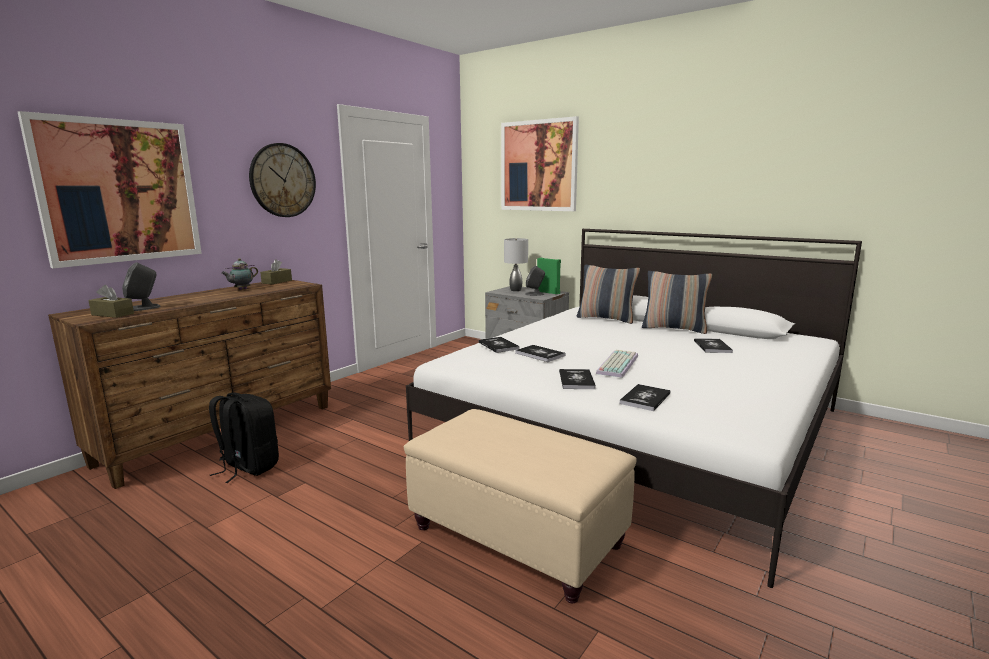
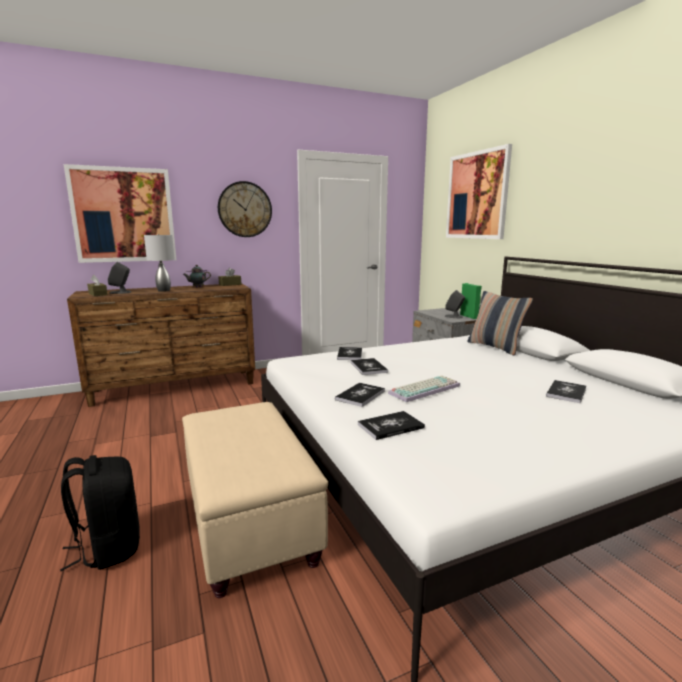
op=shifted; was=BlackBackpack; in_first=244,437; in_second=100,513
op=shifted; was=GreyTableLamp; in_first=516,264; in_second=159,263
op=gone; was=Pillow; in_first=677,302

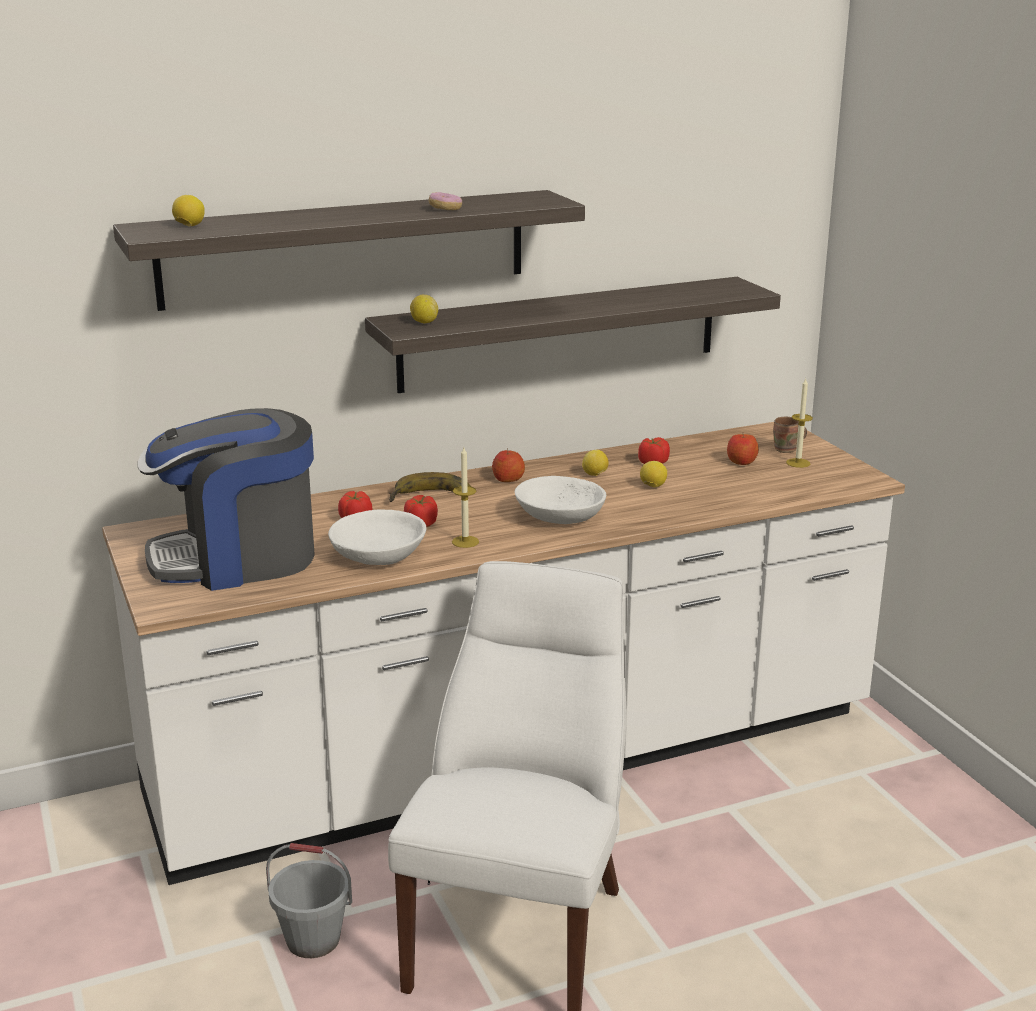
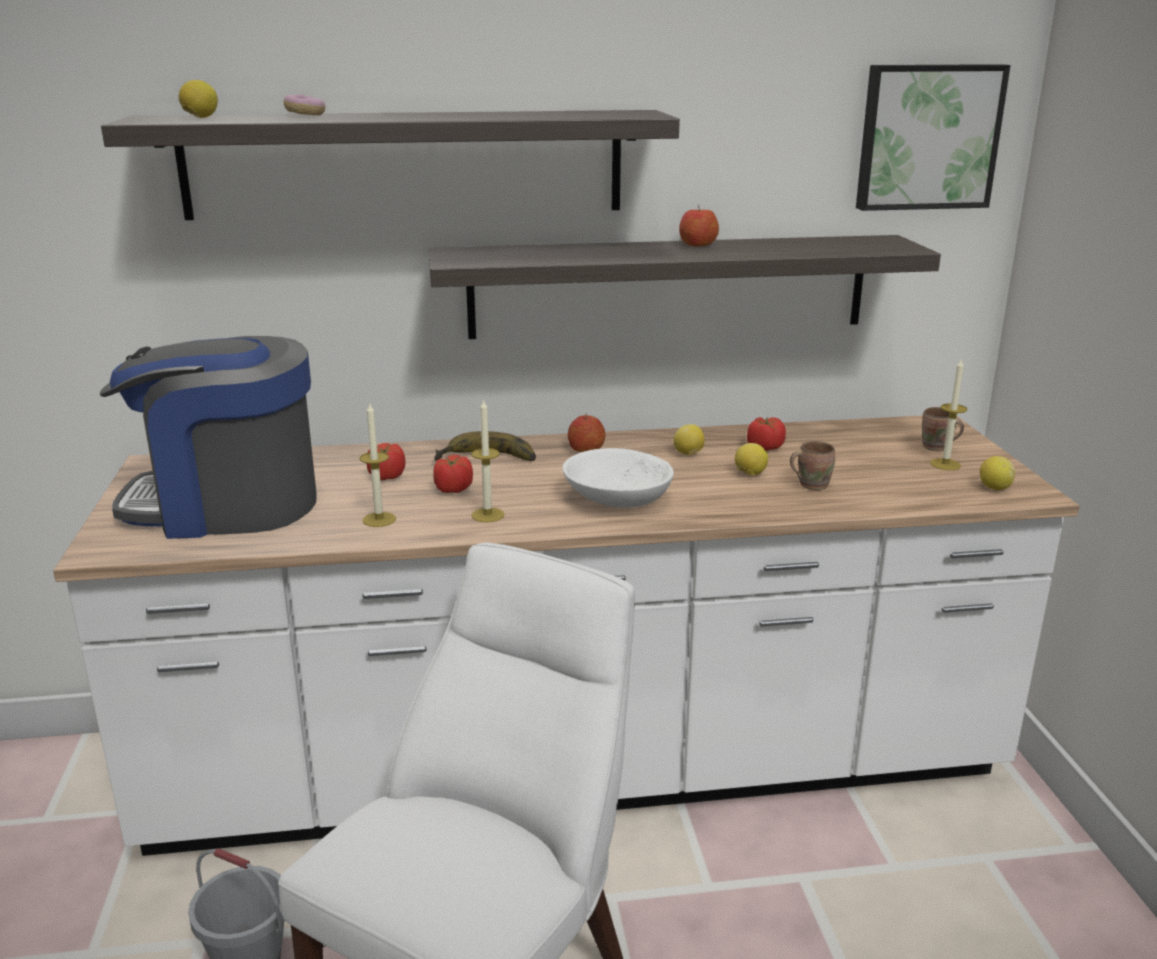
op=shifted; was=Donut; in_first=445,201; in_second=304,104
op=swapped; was=WhiteBowl; now=Candle; in_first=377,537; in_second=378,465
op=shifted; was=Apple; in_first=743,449; in_second=699,225
op=new; now=BrownMug; in_second=812,465
op=new; now=Picture; in_second=933,137
op=shifted; was=Lemon; in_first=424,309; in_second=997,473

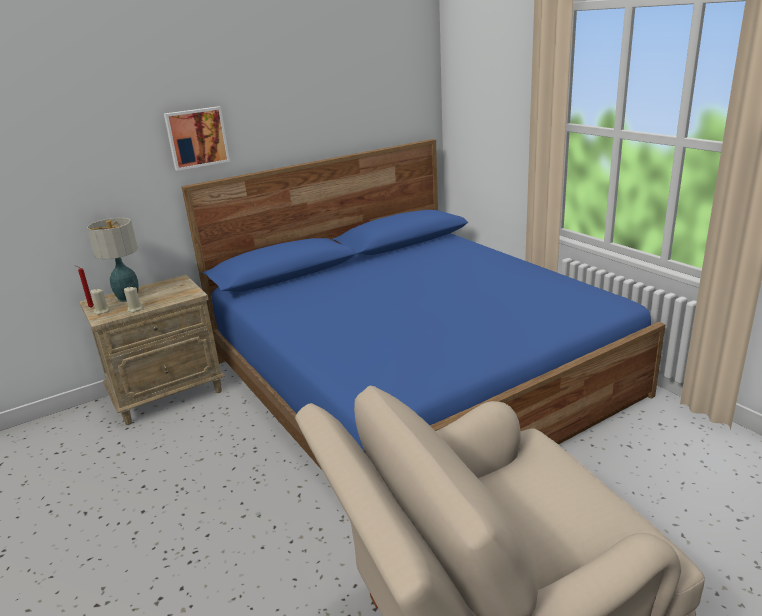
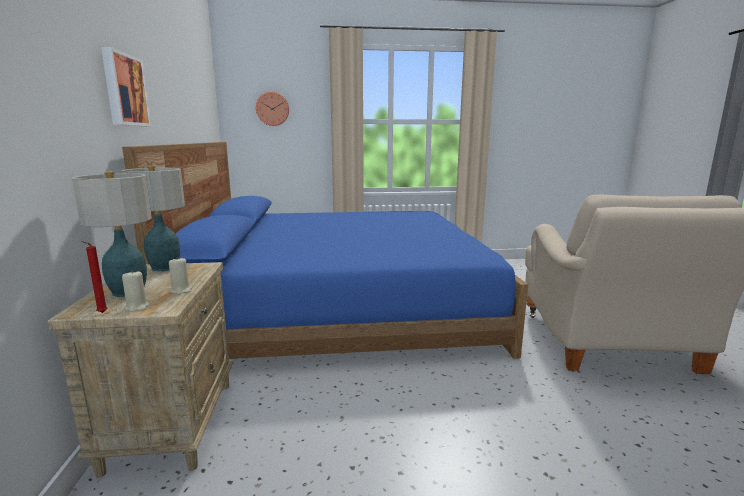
op=new; now=TableLamp; in_second=153,218
op=new; now=WallClock; in_second=272,109

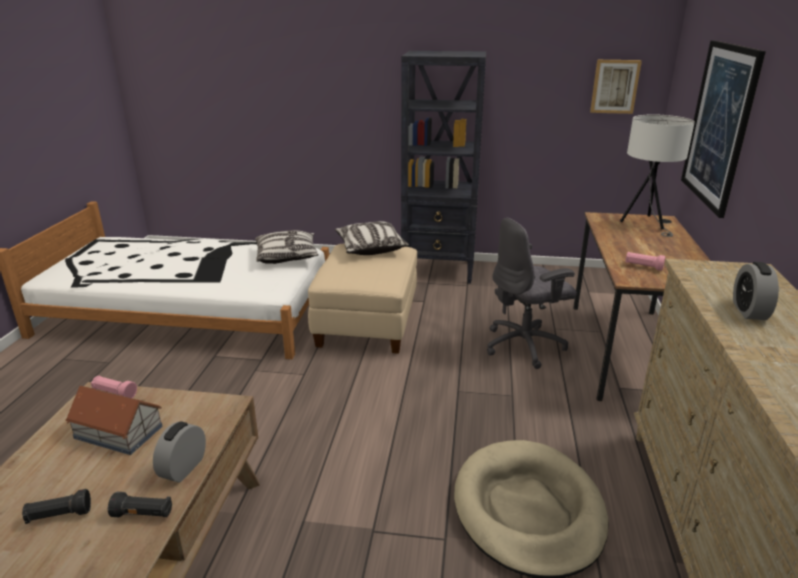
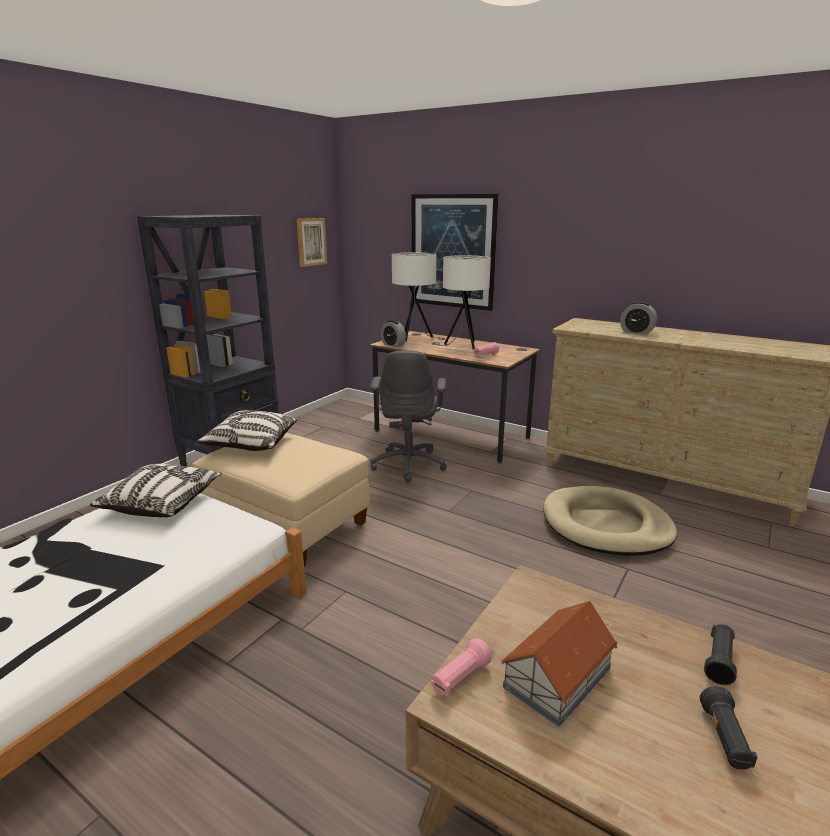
op=shifted; was=AlarmClock; in_first=179,452; in_second=393,333
op=new; now=WhiteTableLamp; in_second=461,302

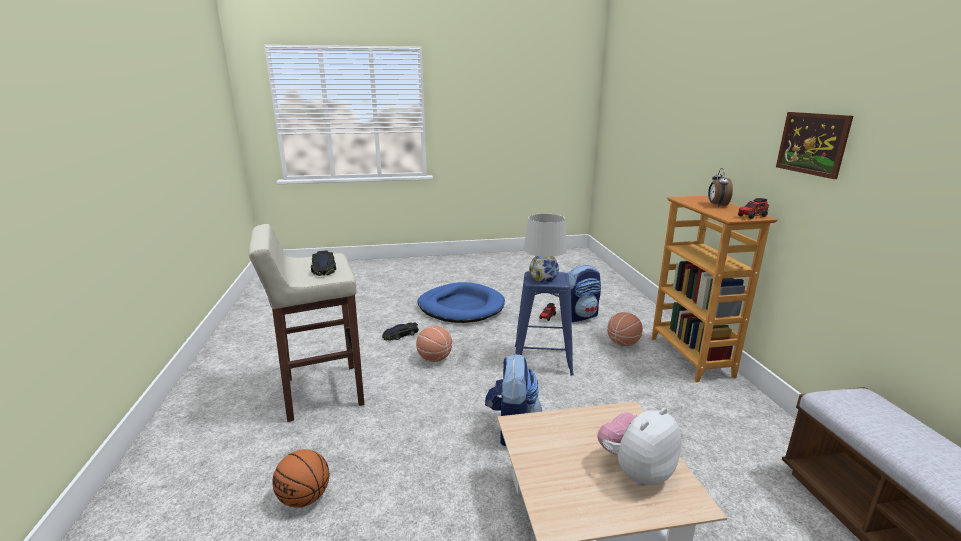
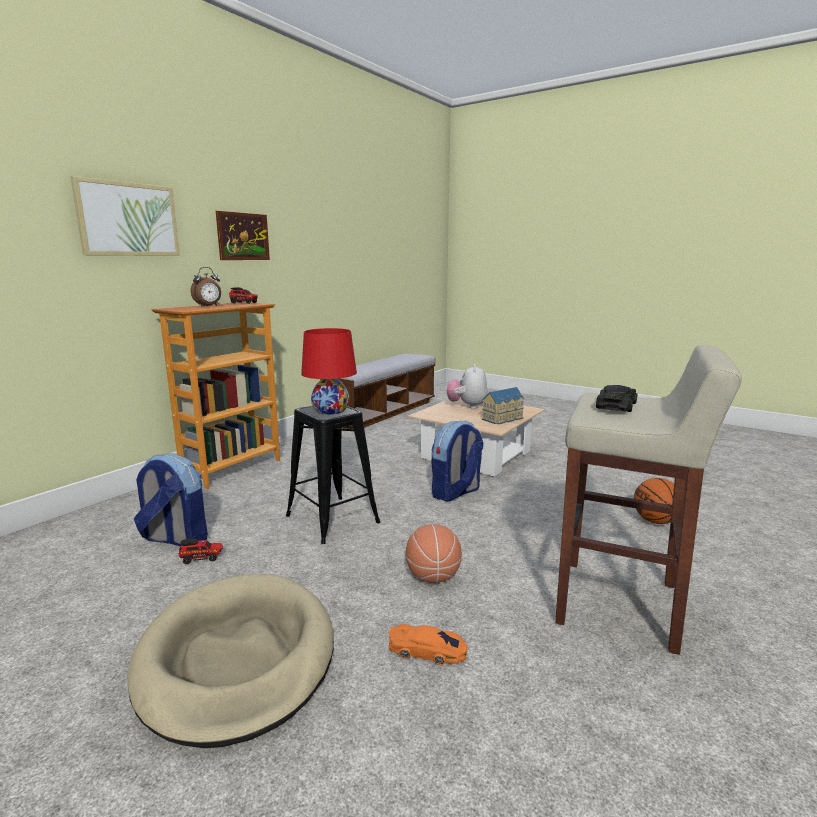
op=new; now=Picture; in_second=125,216
op=repainted; was=BlueDogBed; now=BeigeDogBed; in_first=461,302; in_second=230,661
op=repainted; was=BlueStool; now=BlackStool; in_first=544,323; in_second=333,475
op=repainted; was=WhiteTableLamp; now=RedTableLamp; in_first=545,248; in_second=329,371
op=repainted; was=BlackToyCar; now=OrangeToyCar; in_first=400,331; in_second=428,644
op=rotated; was=PlushToy; in_first=639,447; in_second=467,386; clockwise=90
op=new; now=ToyHouse; in_second=503,406
op=gone; was=Basketball; in_first=625,329

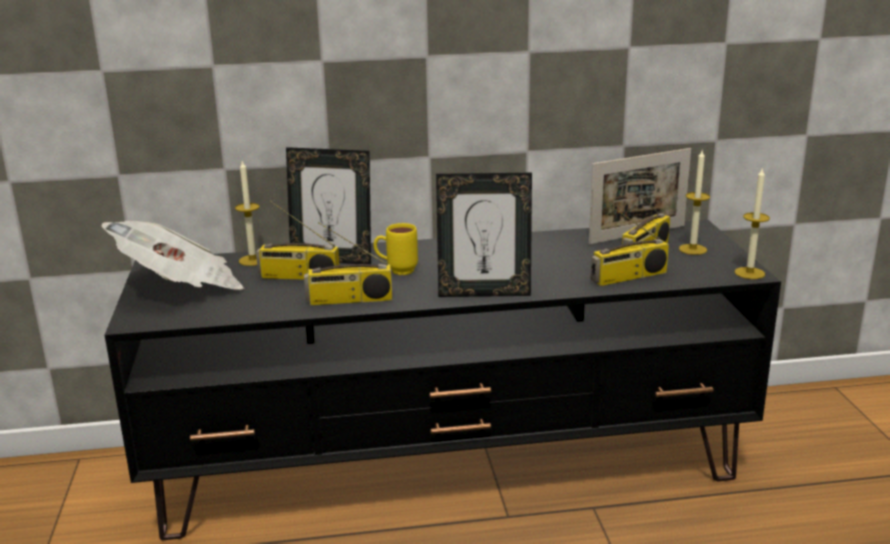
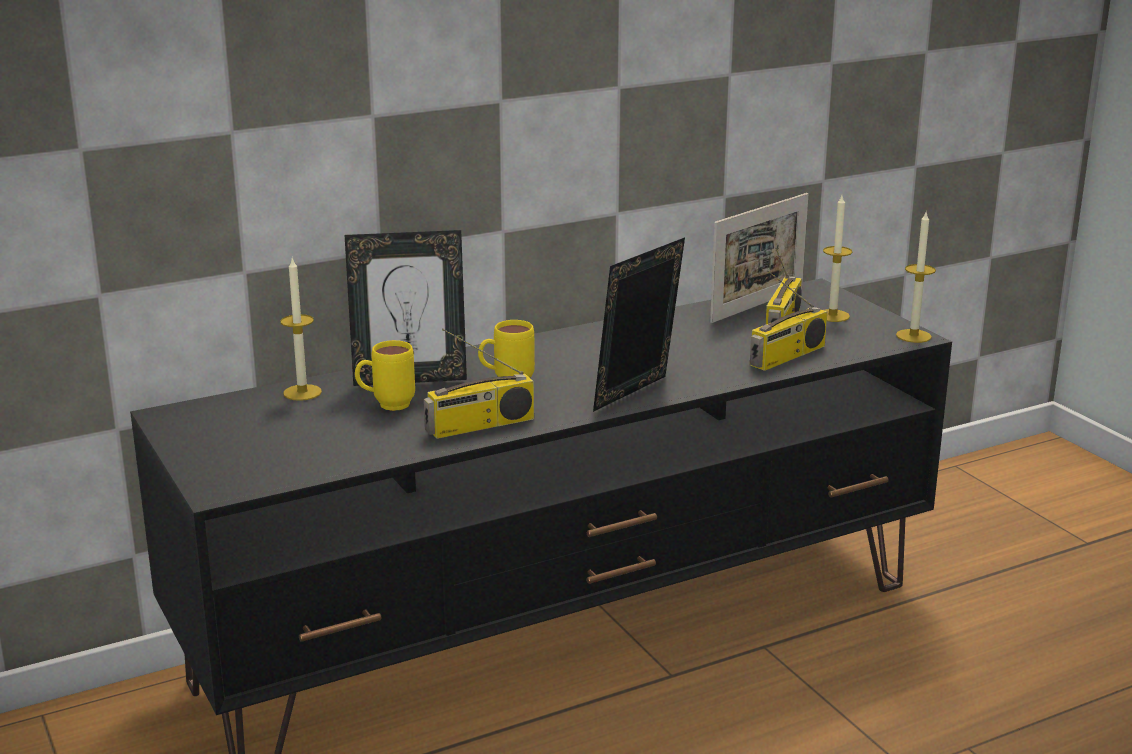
op=swapped; was=Radio; now=YellowMug; in_first=297,240; in_second=385,375
op=rotated; was=PictureFrame; in_first=484,235; in_second=639,324; clockwise=150
op=gone; was=Newspaper; in_first=173,255

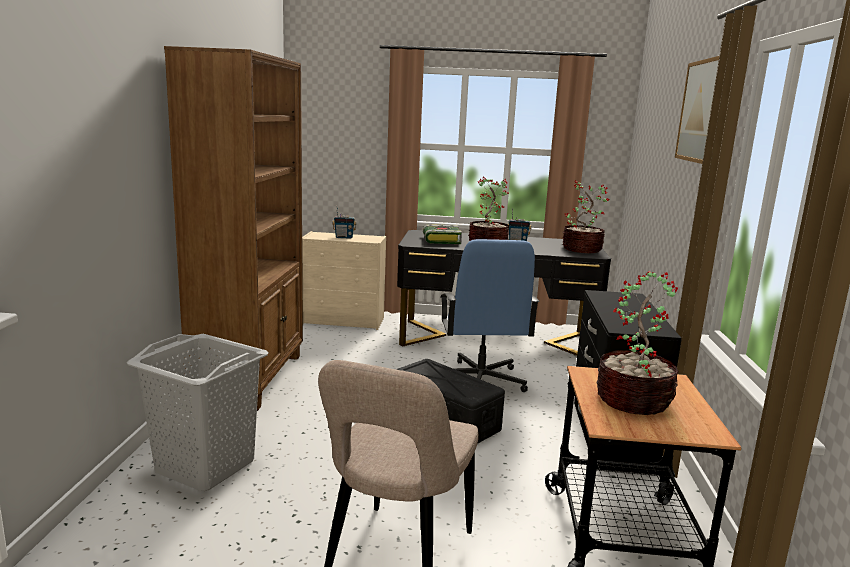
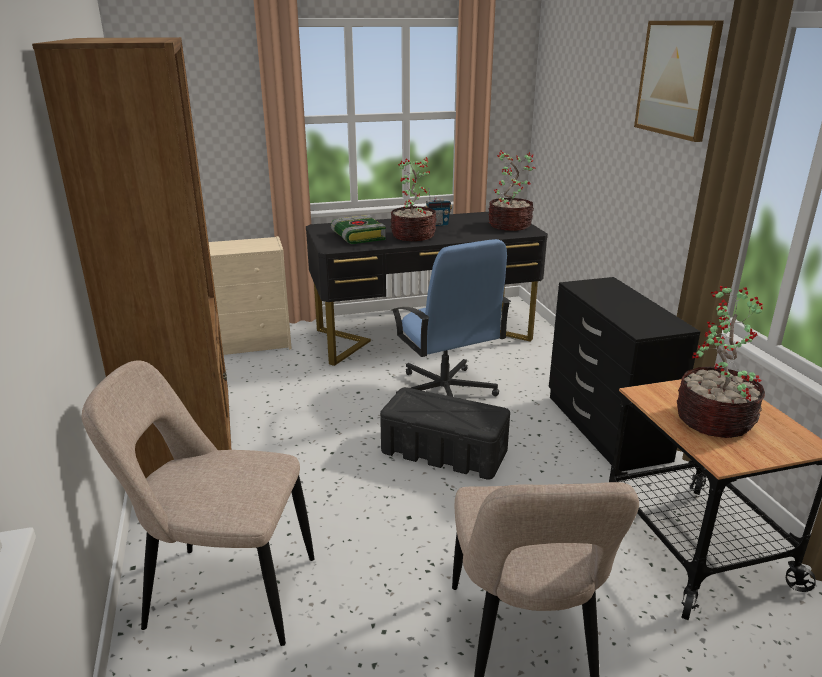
op=swapped; was=GreyLaundryBasket; now=BeigeChair; in_first=197,412; in_second=198,503
op=gone; was=Radio; in_first=344,221

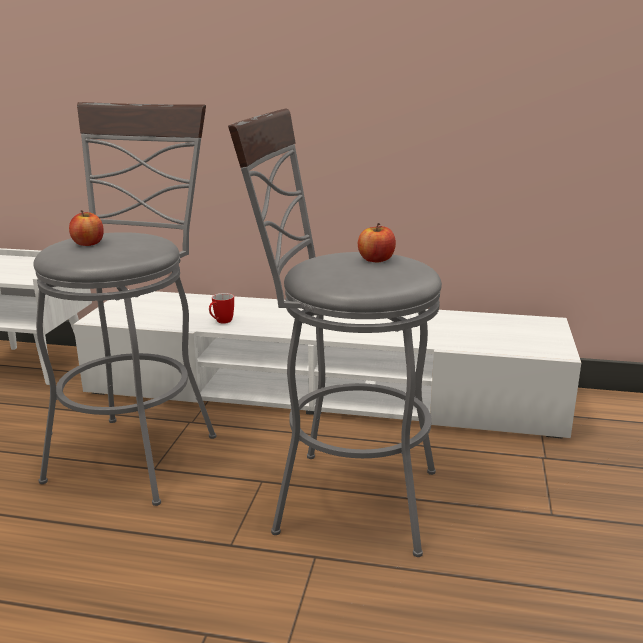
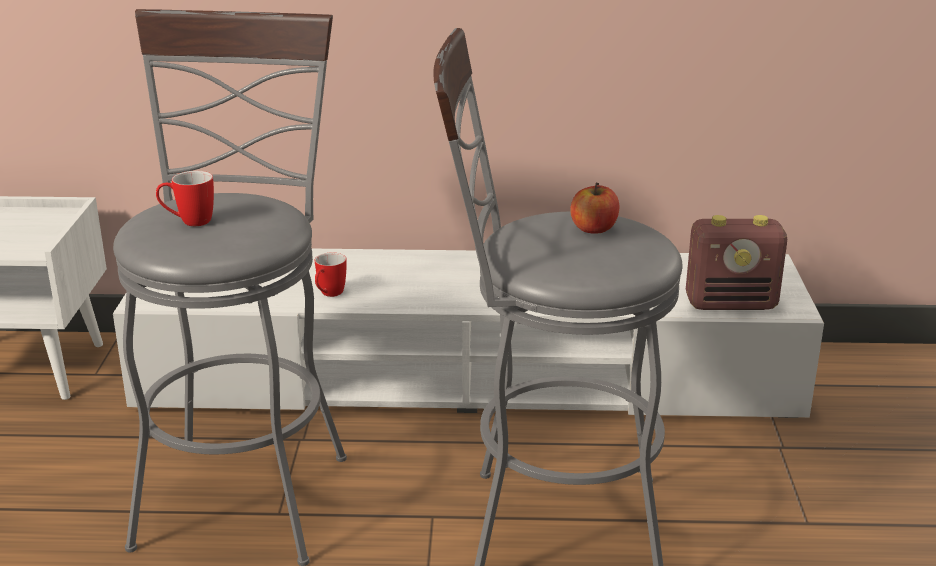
op=swapped; was=Apple; now=Mug; in_first=86,228; in_second=185,198
op=new; now=Radio; in_second=736,262

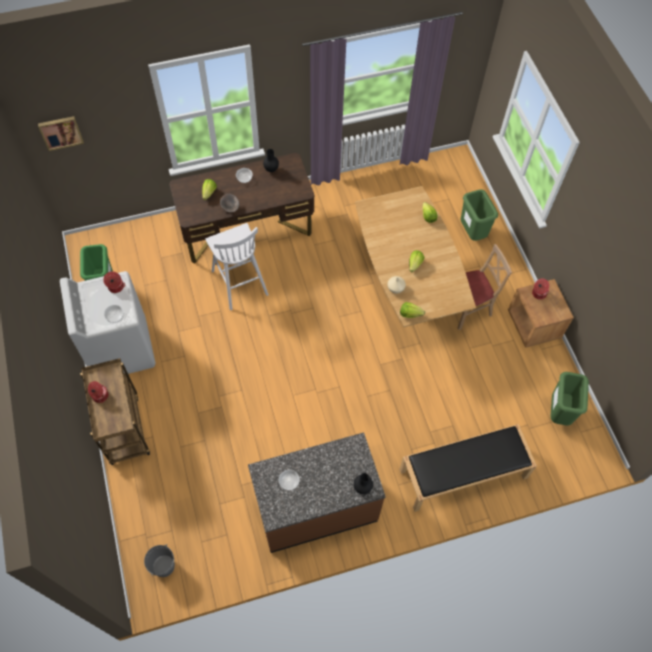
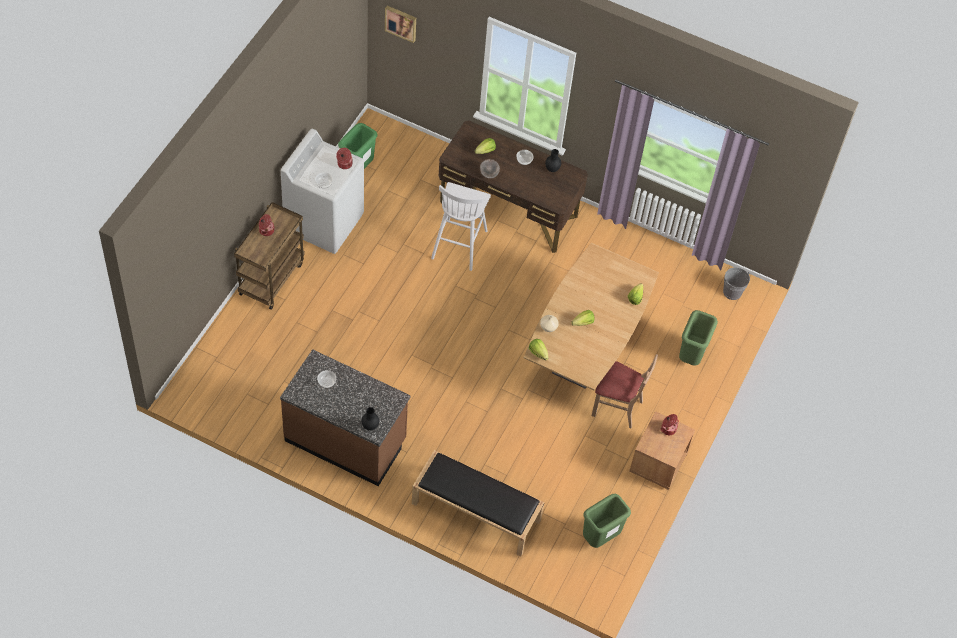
op=shifted; was=GreyBucket; in_first=159,560; in_second=736,283

